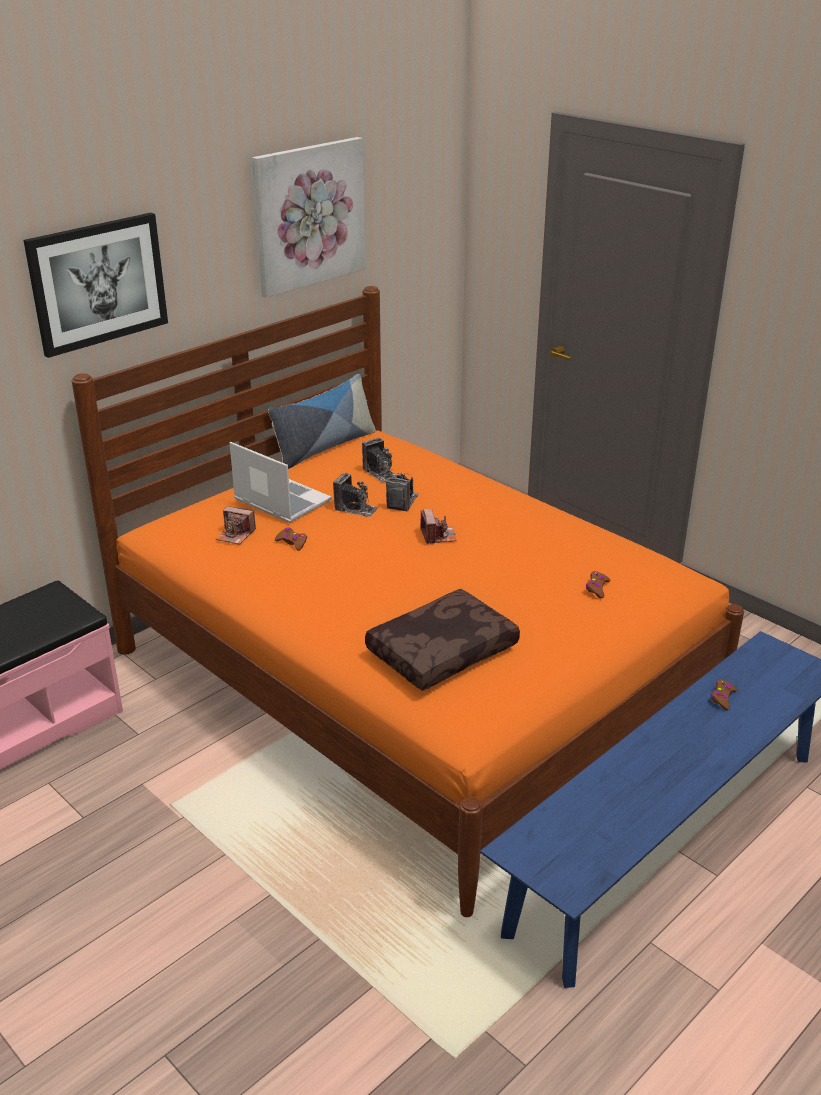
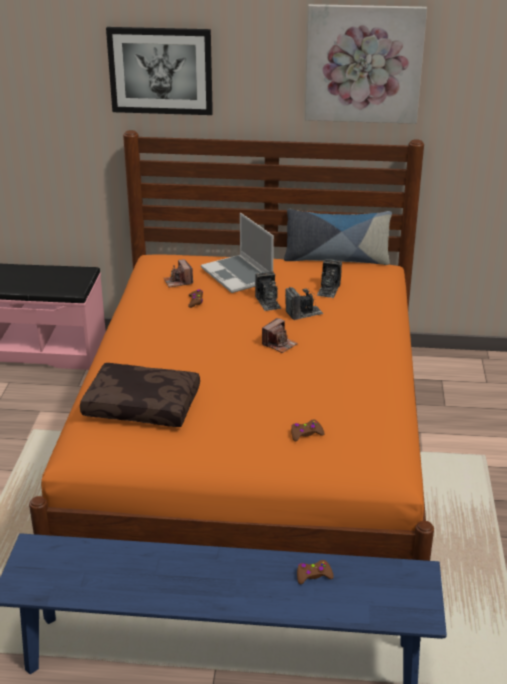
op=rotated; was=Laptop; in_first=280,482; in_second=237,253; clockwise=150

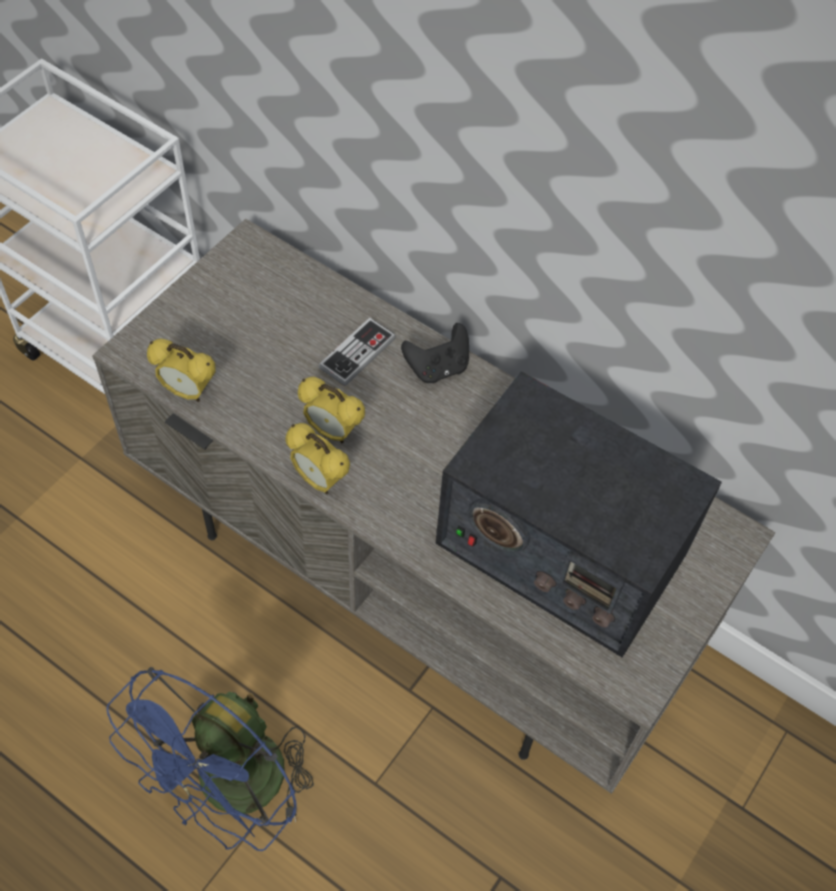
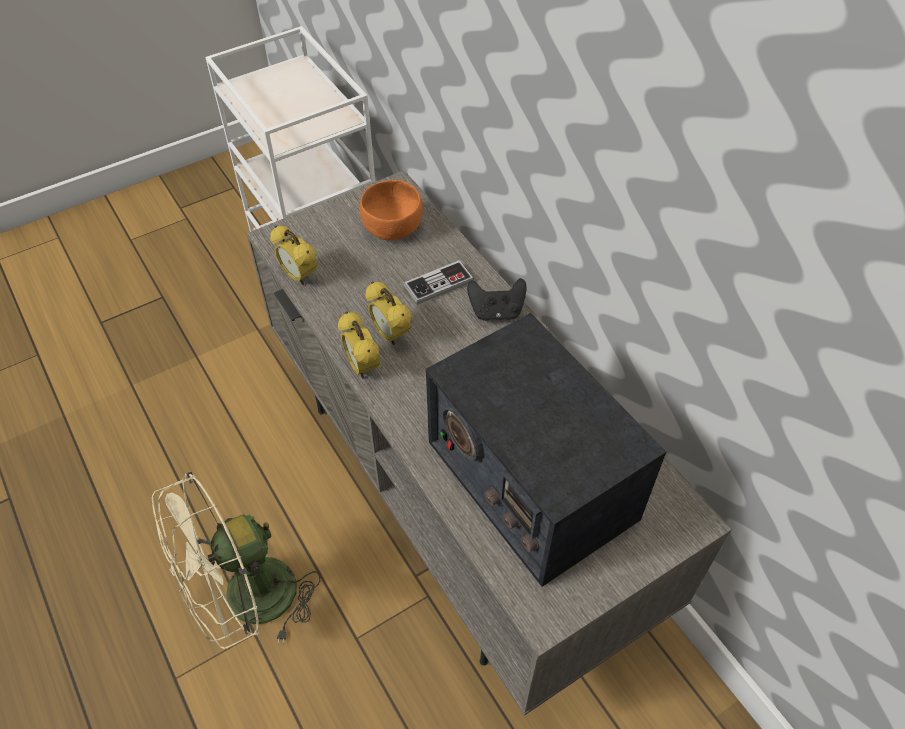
op=repainted; was=BlueFan; now=BeigeFan; in_first=210,759; in_second=236,560
op=new; now=OrangeBowl; in_second=391,210

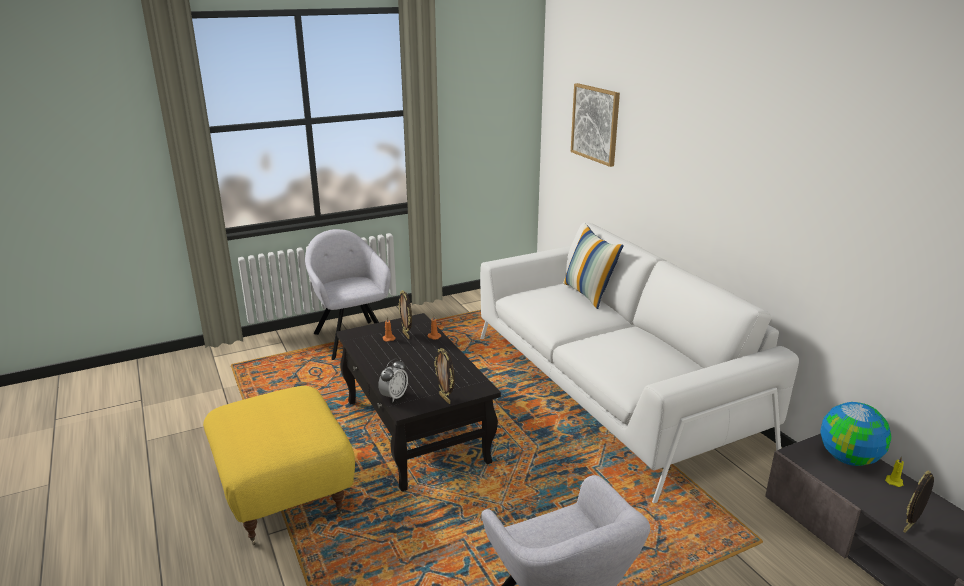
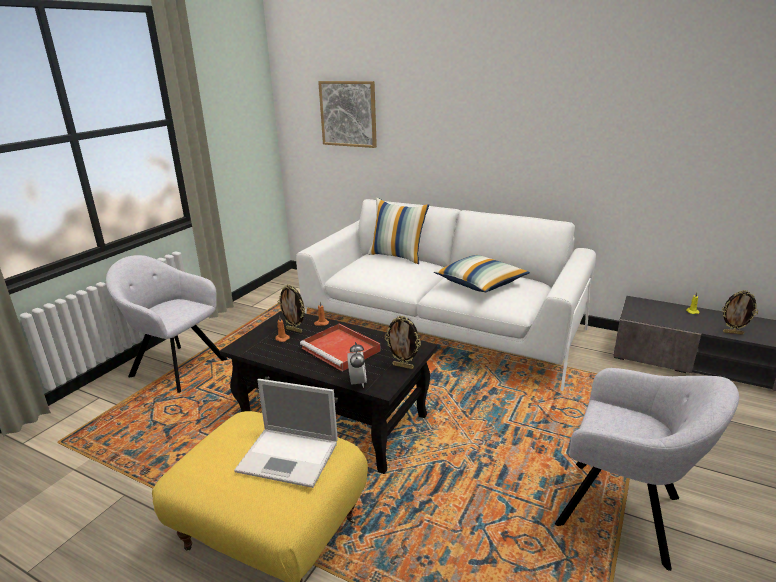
op=new; now=Laptop; in_second=286,433
op=new; now=RedTray; in_second=340,347
op=new; now=Pillow; in_second=482,273
op=rotated; was=PictureFrame; in_first=918,502; in_second=740,312; clockwise=-90
op=gone; was=Globe; in_first=856,434

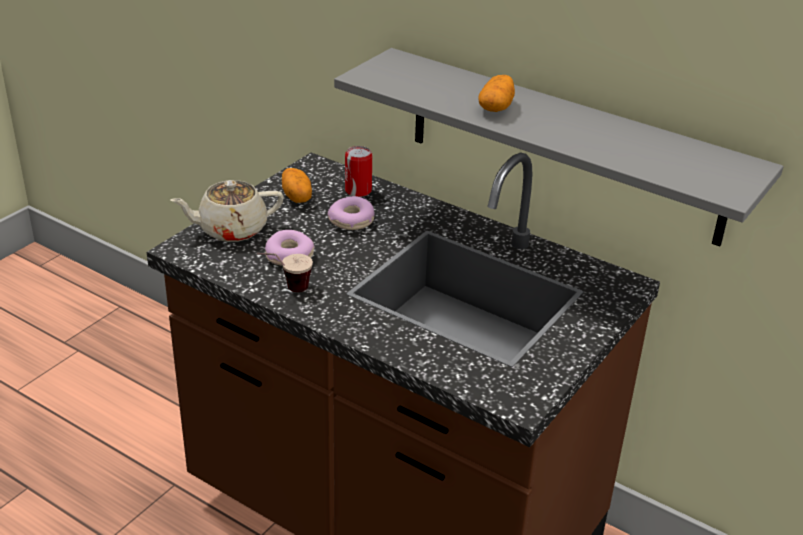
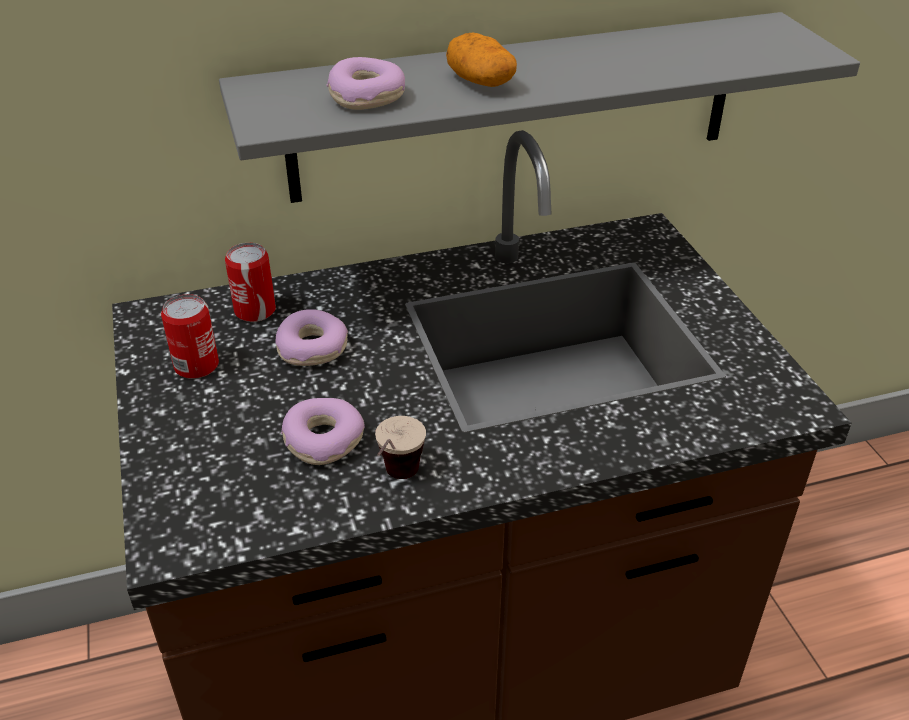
op=swapped; was=Potato; now=Can; in_first=297,185; in_second=190,336
op=new; now=Donut; in_second=366,83
op=gone; was=BeigeTeapot; in_first=227,211

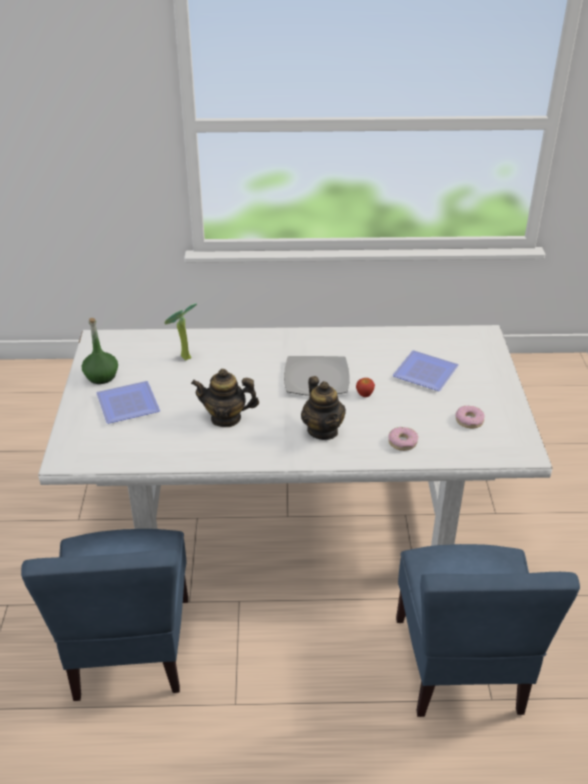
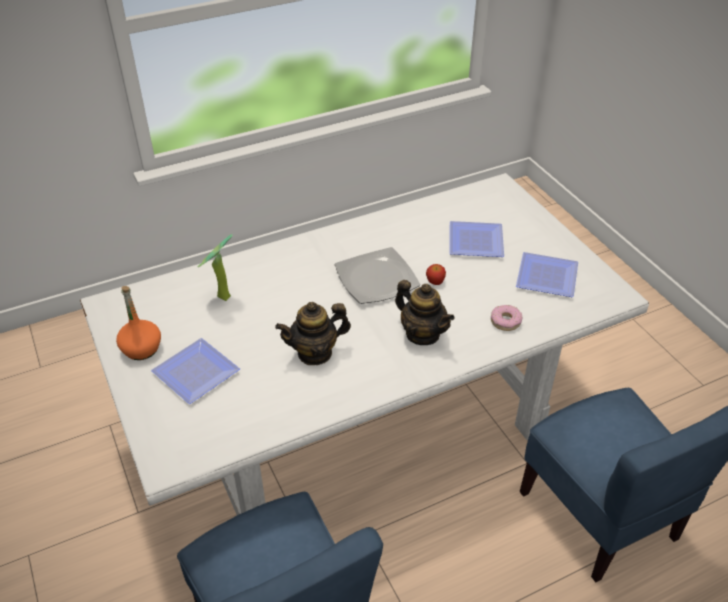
op=repainted; was=GreenBottle; now=OrangeBottle; in_first=100,351; in_second=138,323
op=swapped; was=Donut; now=Plate; in_first=470,417; in_second=547,274

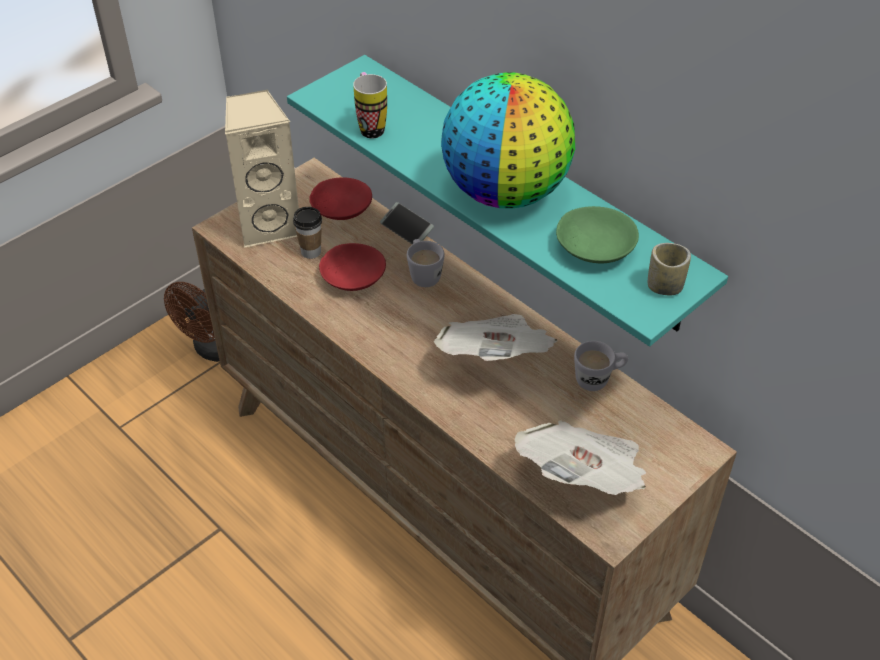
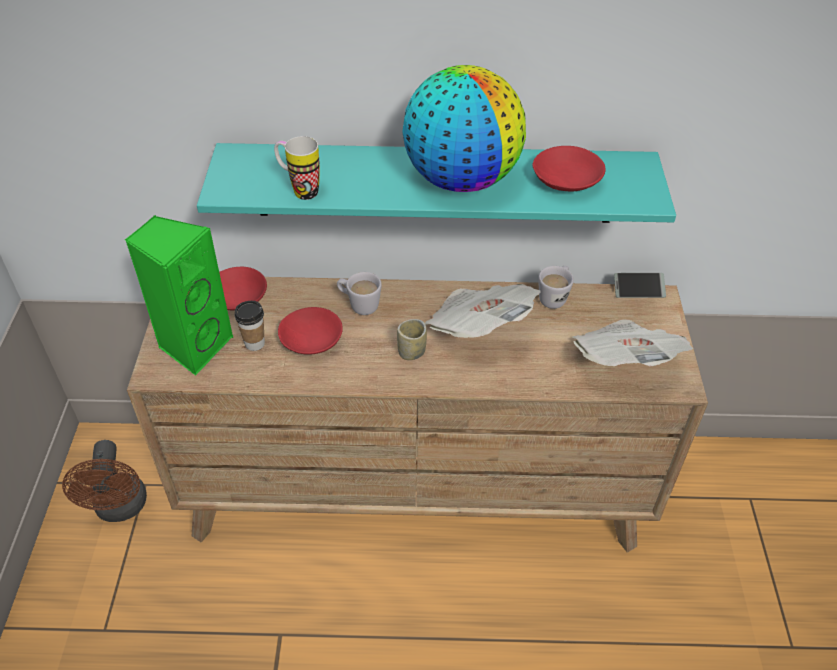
op=repainted; was=BeigeSpeaker; now=GreenSpeaker; in_first=262,169; in_second=179,295
op=shifted; was=Cup; in_first=669,269; in_second=412,339
op=repainted; was=GreenBowl; now=RedBowl; in_first=597,235; in_second=569,169
op=shifted; was=Phone; in_first=407,223; in_second=640,285

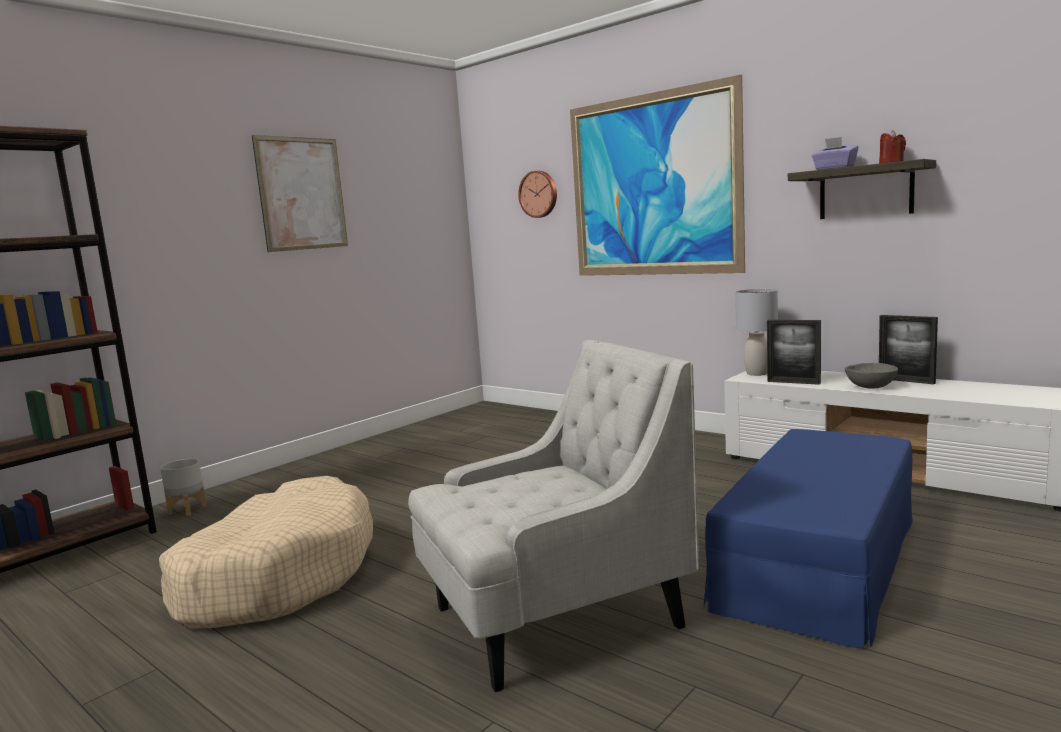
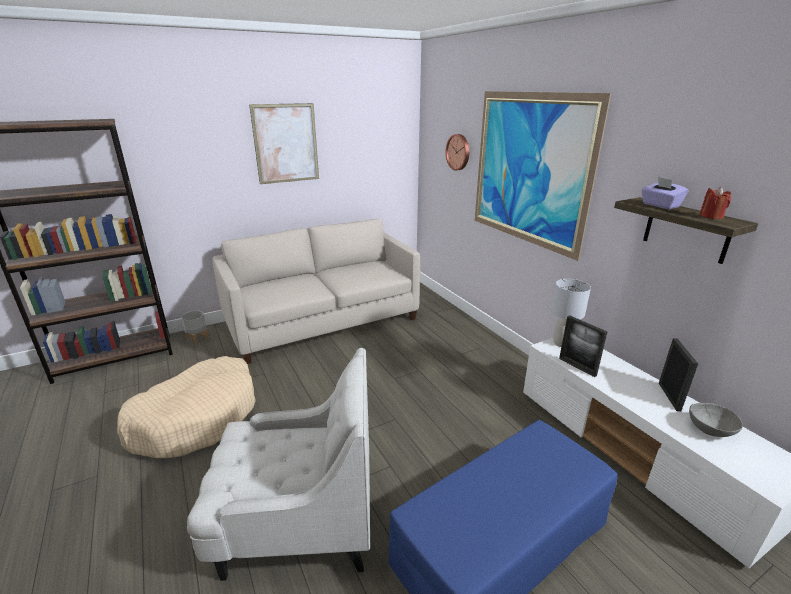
op=new; now=BeigeSofa; in_second=316,291
op=rotated; was=PictureFrame; in_first=908,349; in_second=678,374; clockwise=-150
op=shifted; was=GreyBowl; in_first=871,376; in_second=716,420

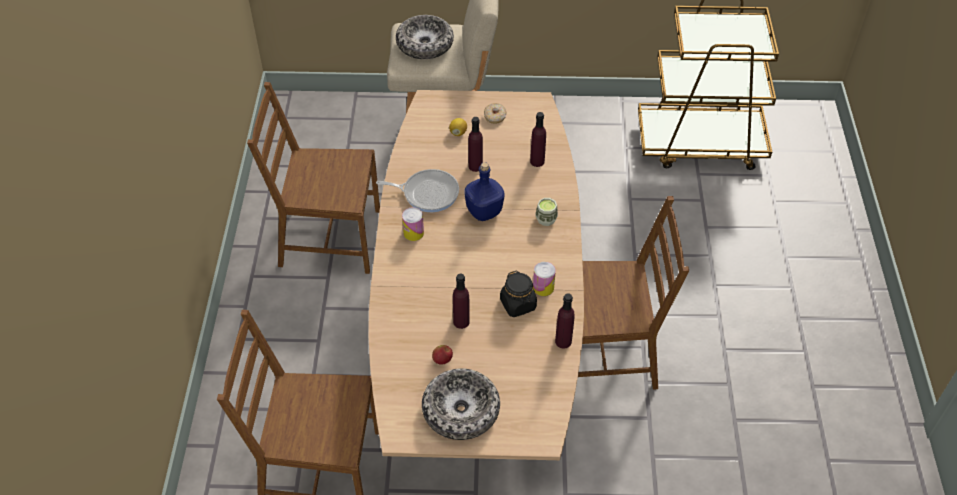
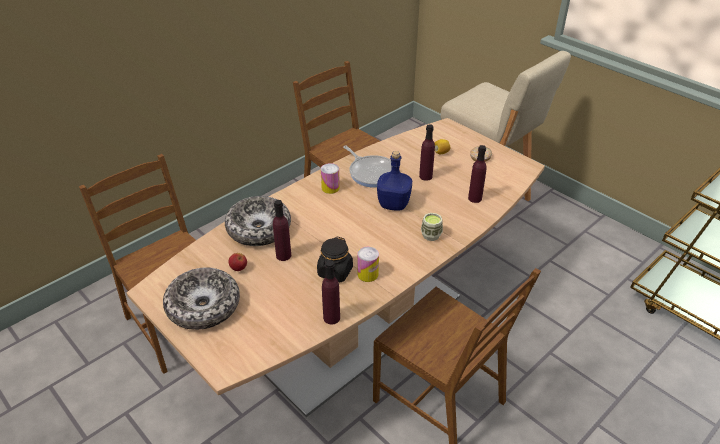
op=shifted; was=Bowl; in_first=425,37; in_second=258,221

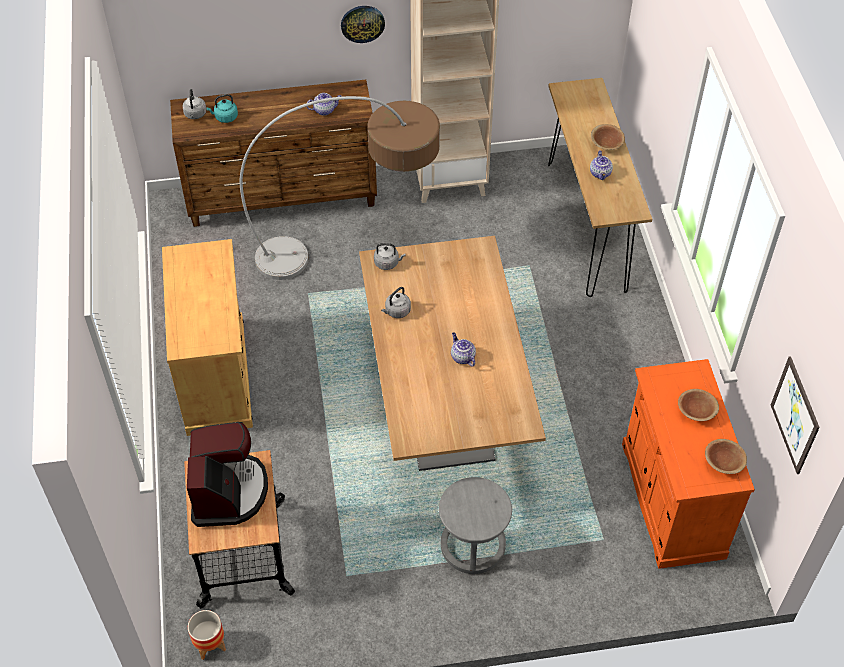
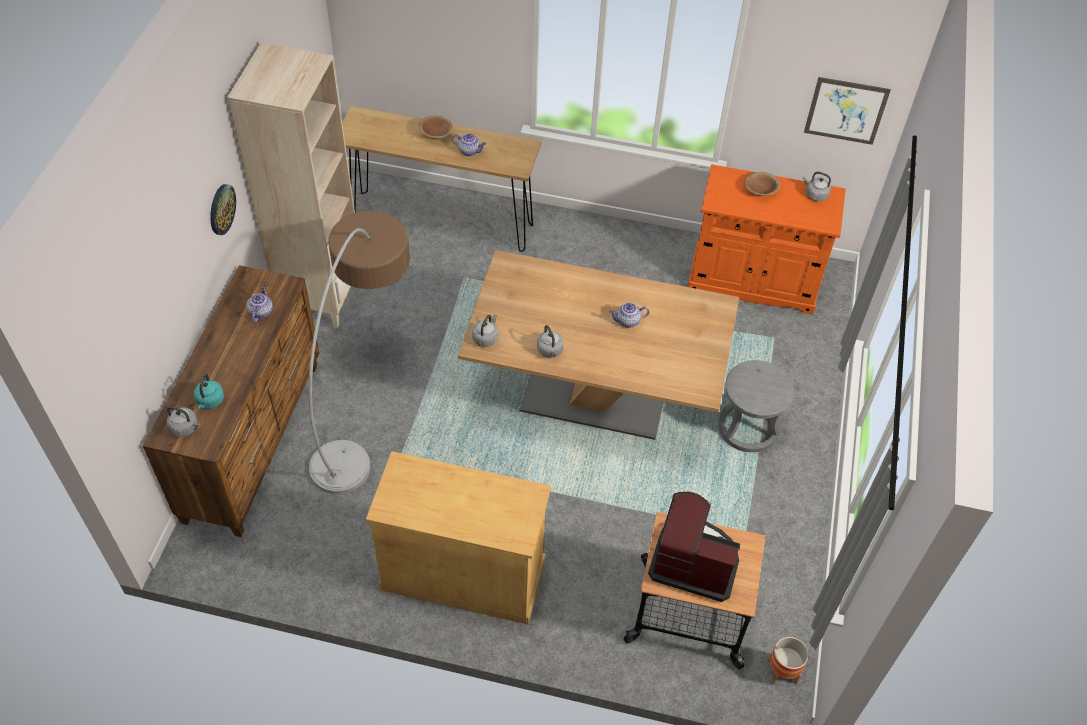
op=swapped; was=BrownBowl; now=GreyKettle; in_first=726,456; in_second=817,187

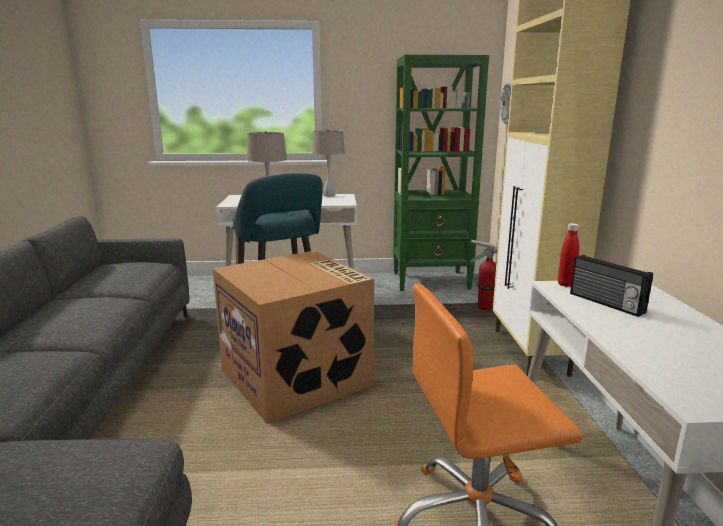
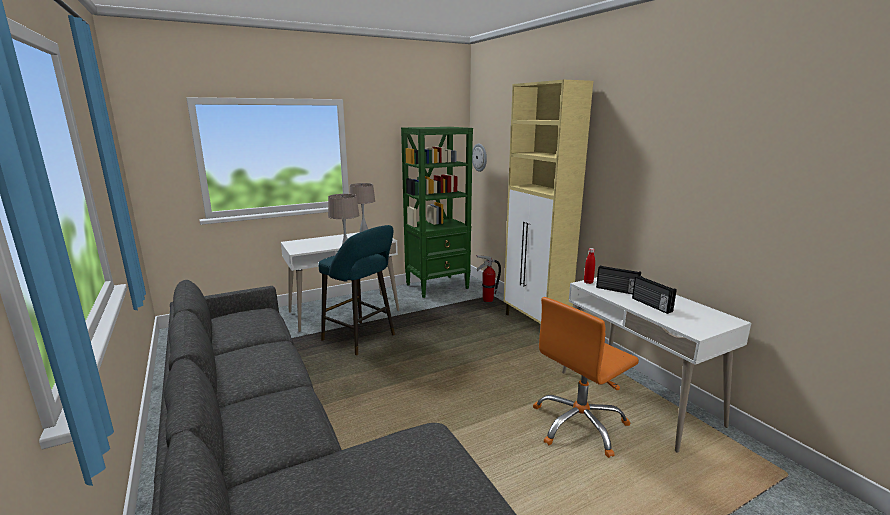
op=new; now=Radio; in_second=654,295
op=gone; was=CardboardBox; in_first=293,337

